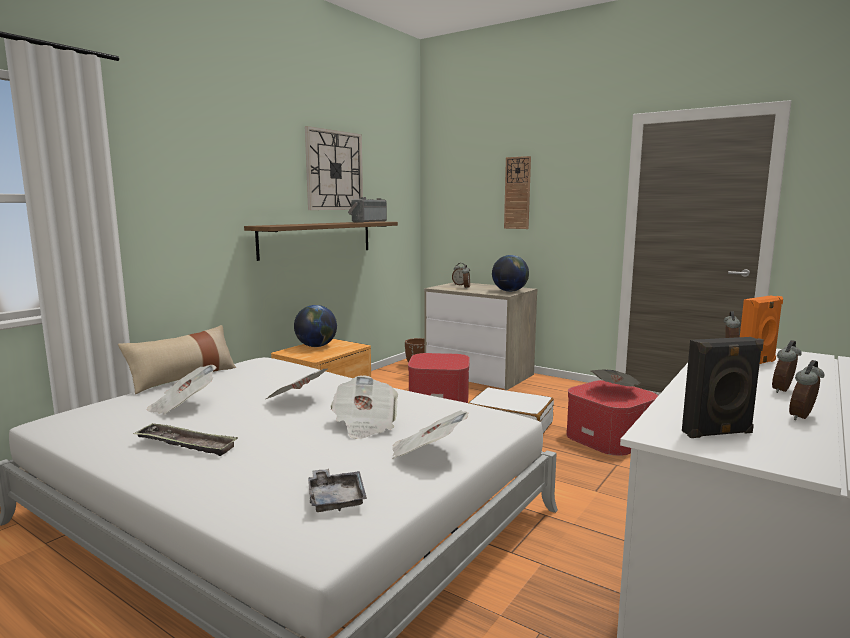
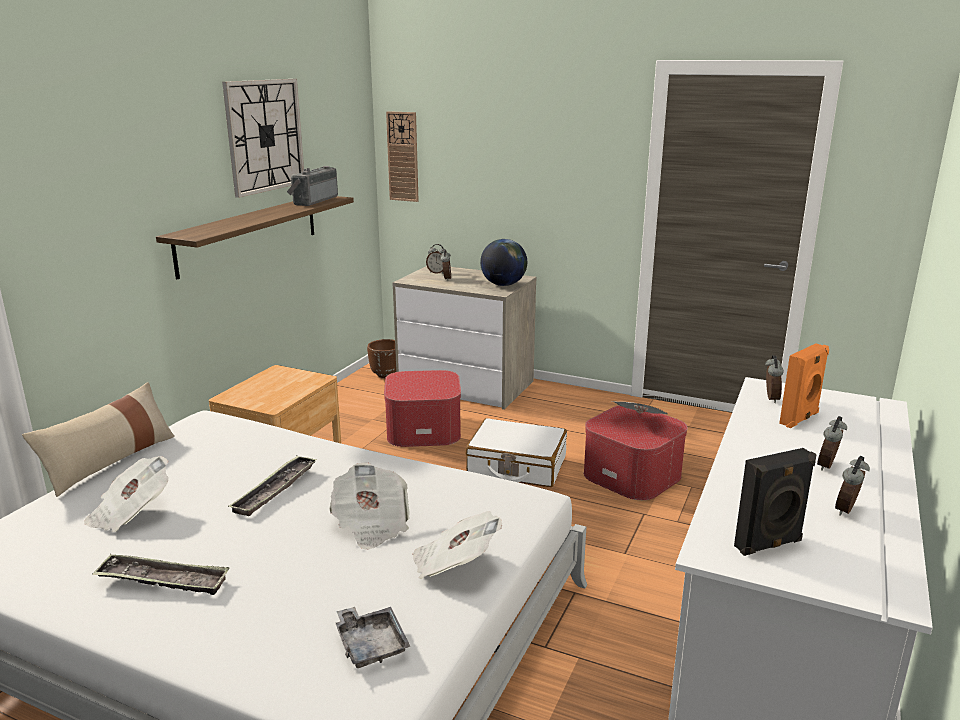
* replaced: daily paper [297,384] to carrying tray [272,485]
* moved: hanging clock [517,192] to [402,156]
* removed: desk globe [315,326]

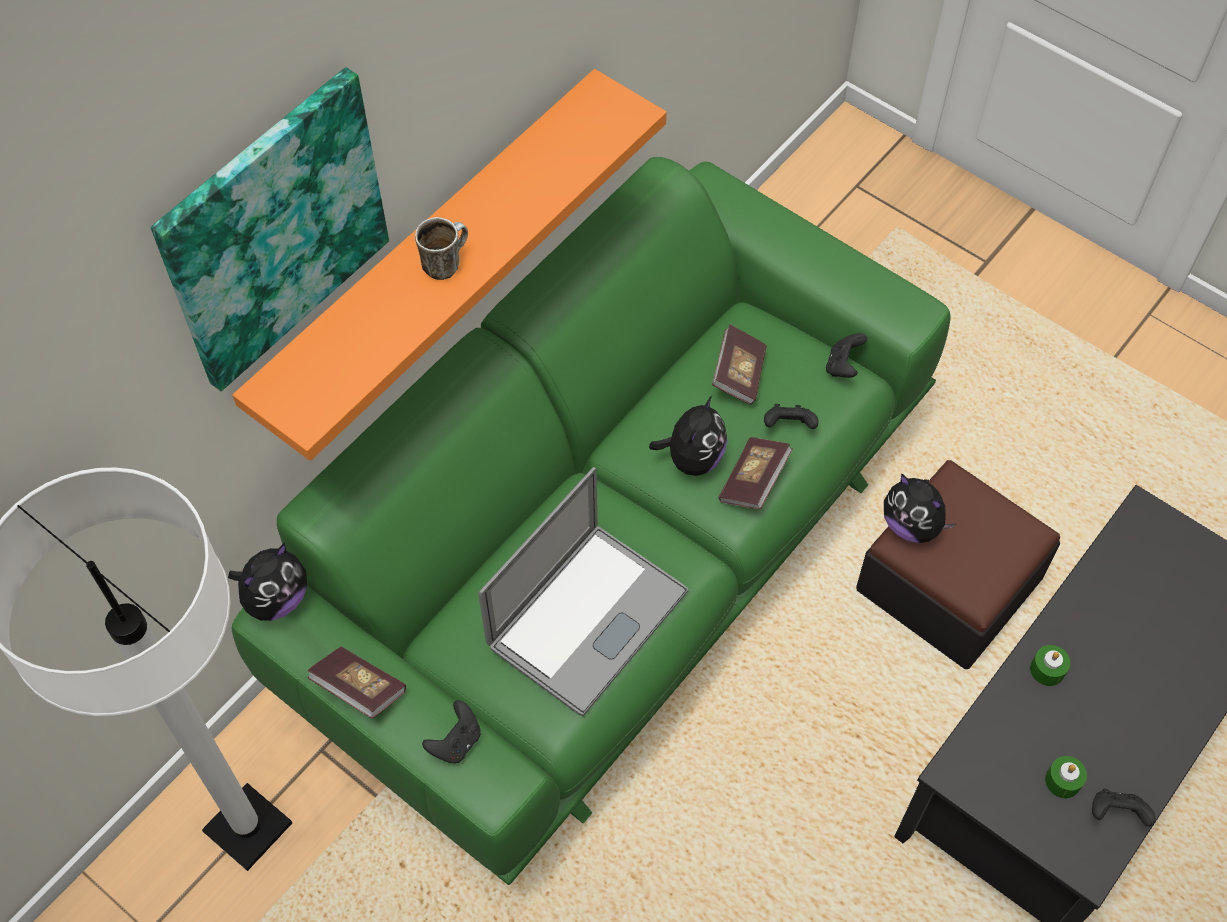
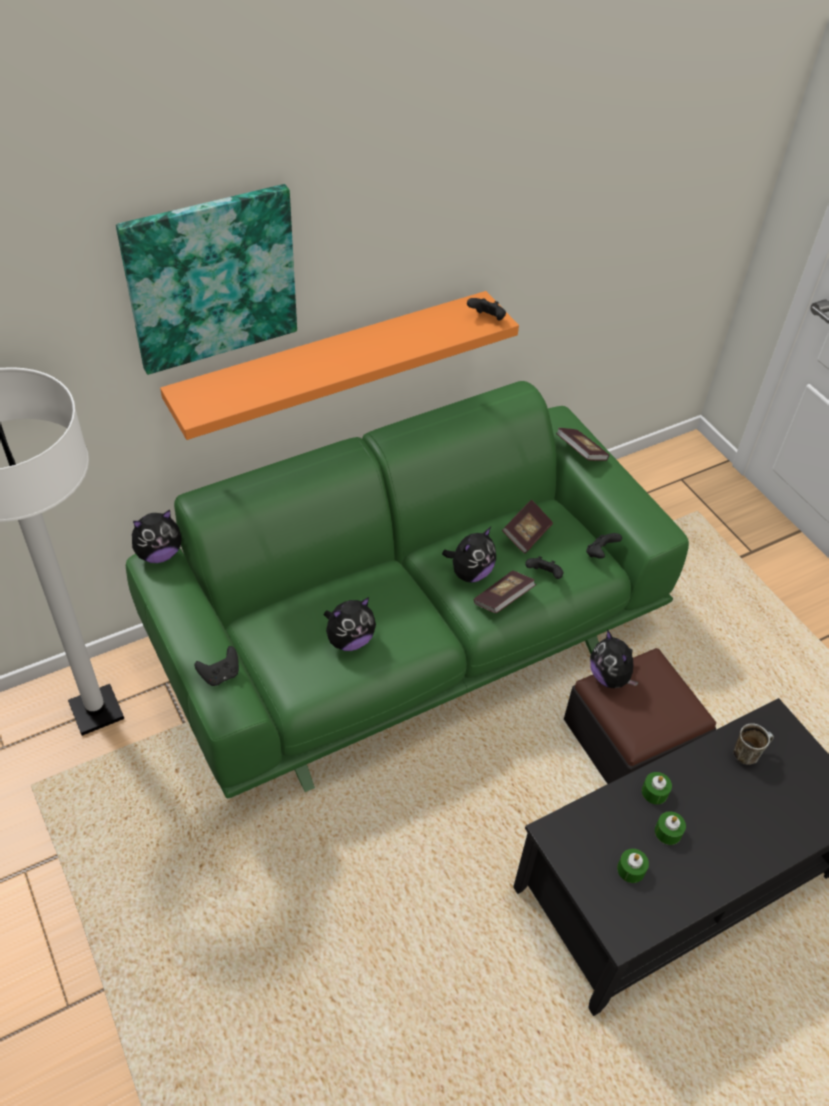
* replaced: notebook computer [583,591] to plush toy [350,624]
* moved: black joypad [1124,808] to [486,309]
* moved: book [356,683] to [582,444]
* added: greenish candle [670,828]
* moved: mug [441,248] to [753,744]

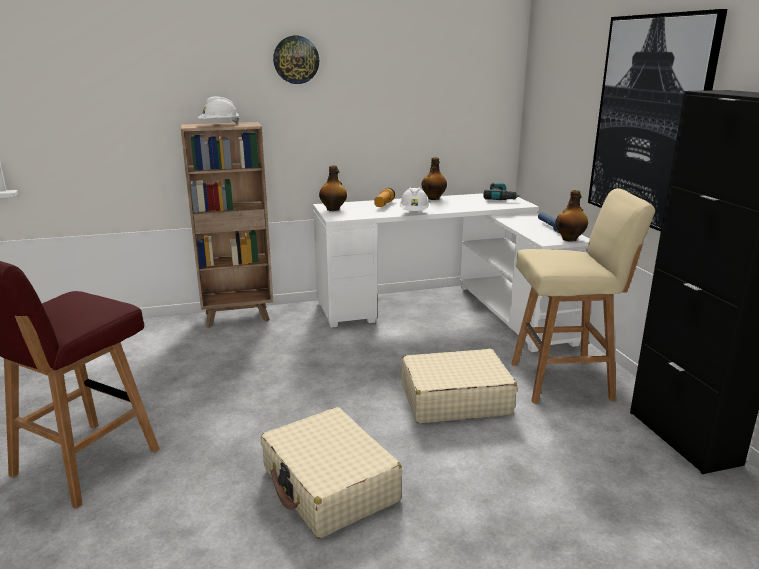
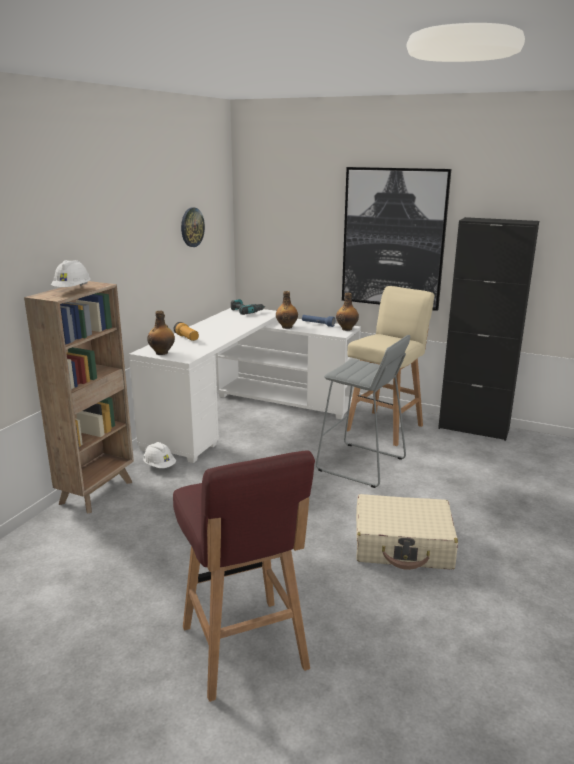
* moved: whitish work helmet [414,199] to [159,455]
* moved: hanging clock [296,60] to [193,227]
* moved: beverage bottle [434,178] to [287,310]
* replaced: beige-coloured travel case [459,386] to gray stool seat [363,411]

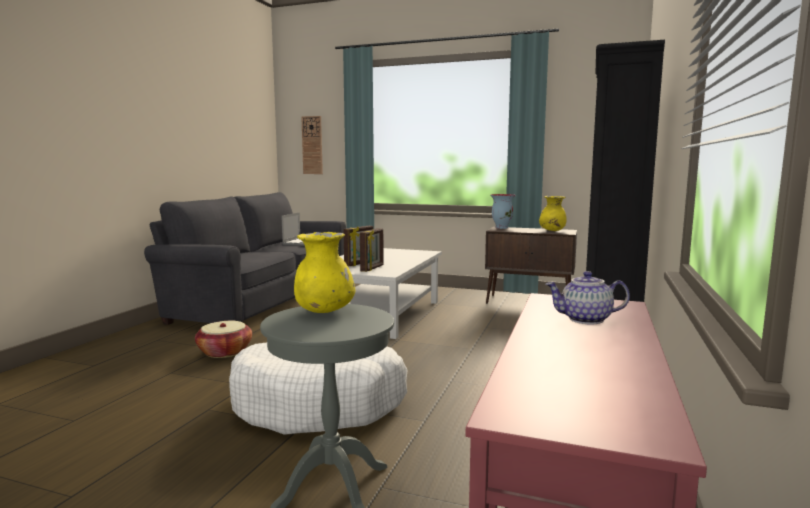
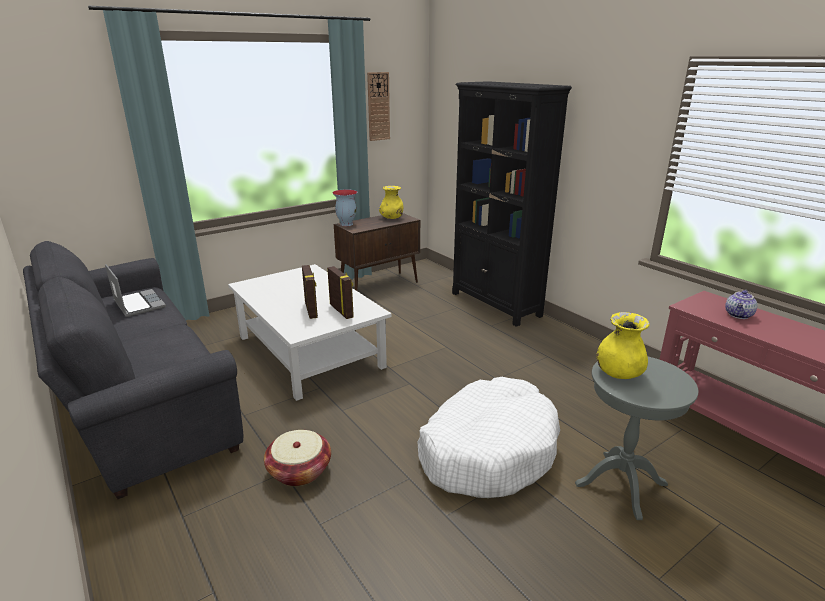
* moved: hanging clock [312,145] to [378,106]

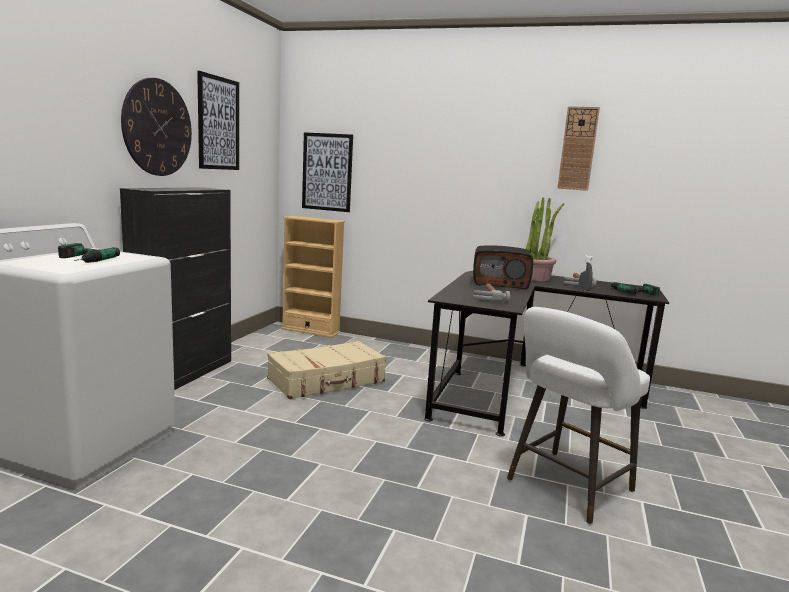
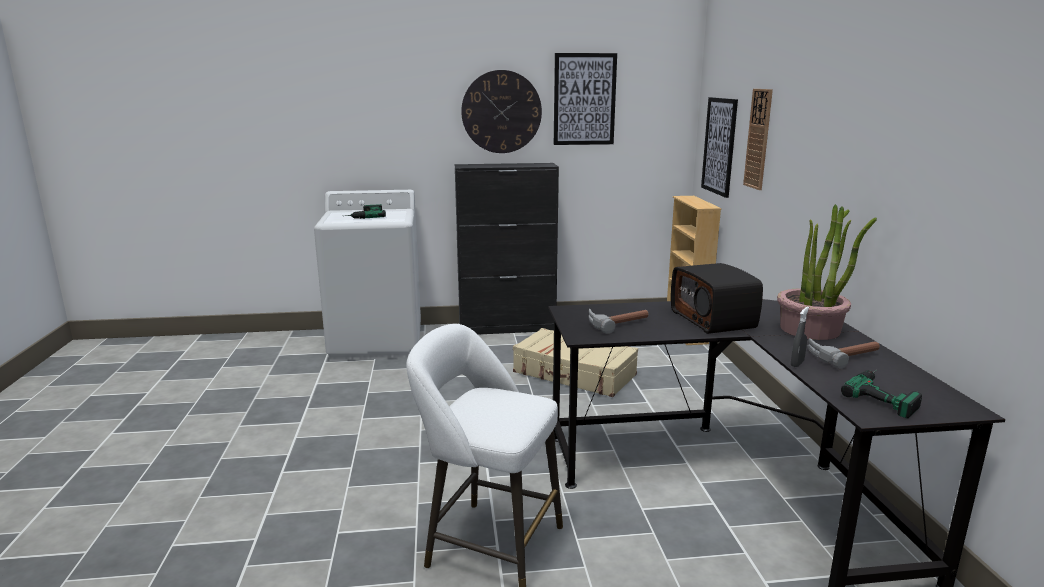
* moved: hanging clock [578,148] to [758,139]

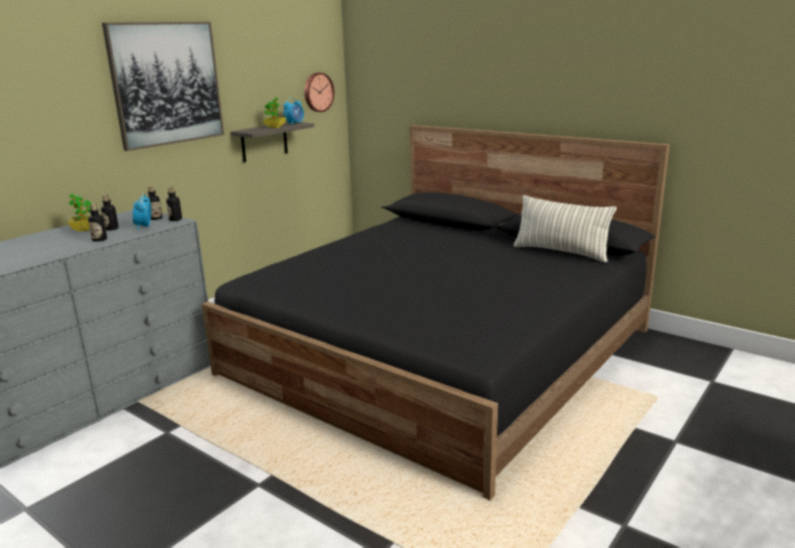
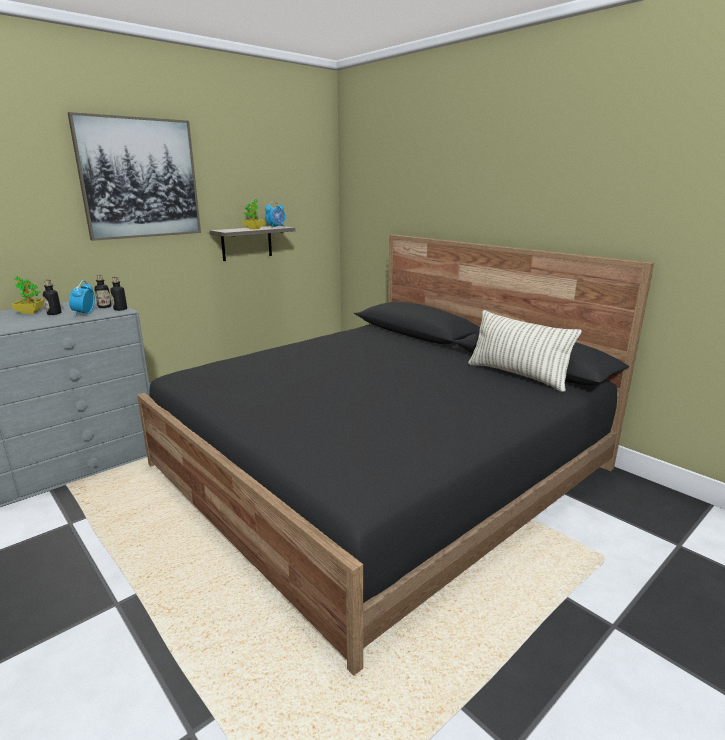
* removed: beverage bottle [97,223]
* removed: hanging clock [319,92]

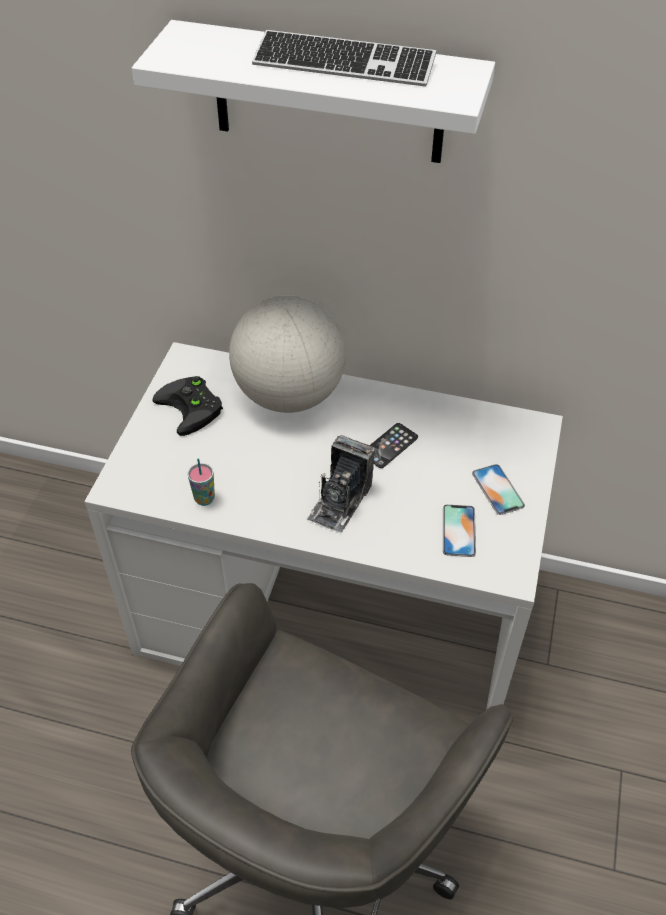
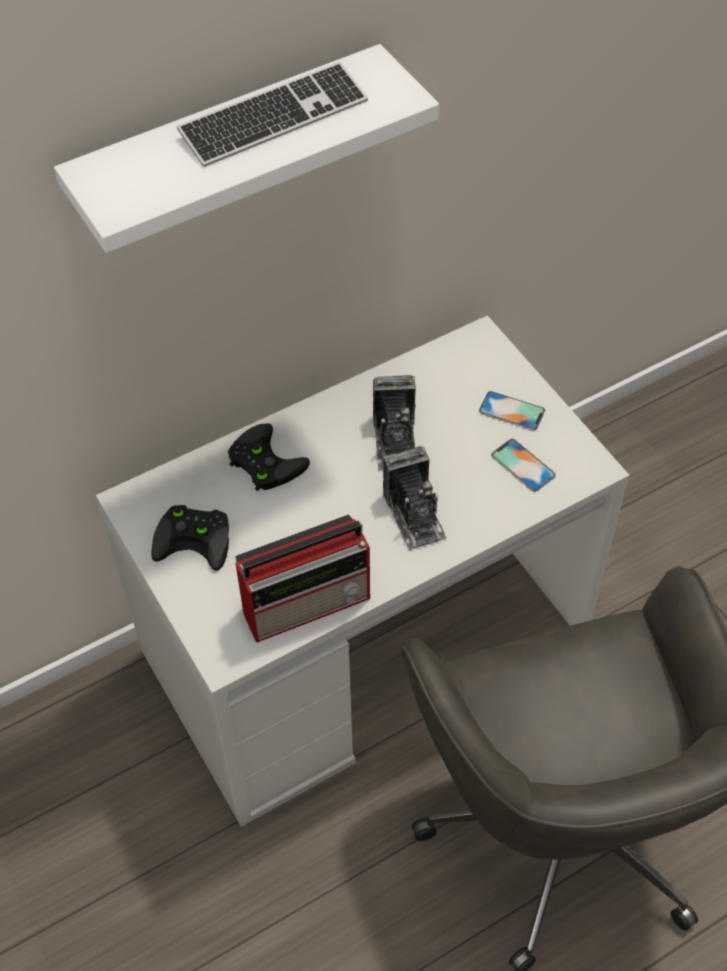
* replaced: desk globe [287,354] to black joypad [269,457]
* replaced: drinking cup [201,482] to radio set [302,578]
* replaced: telephone [393,445] to photo camera [394,422]

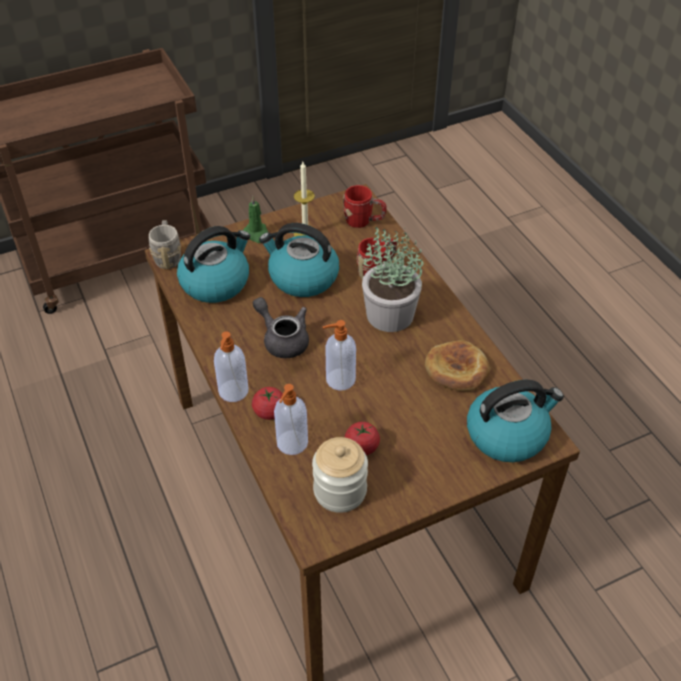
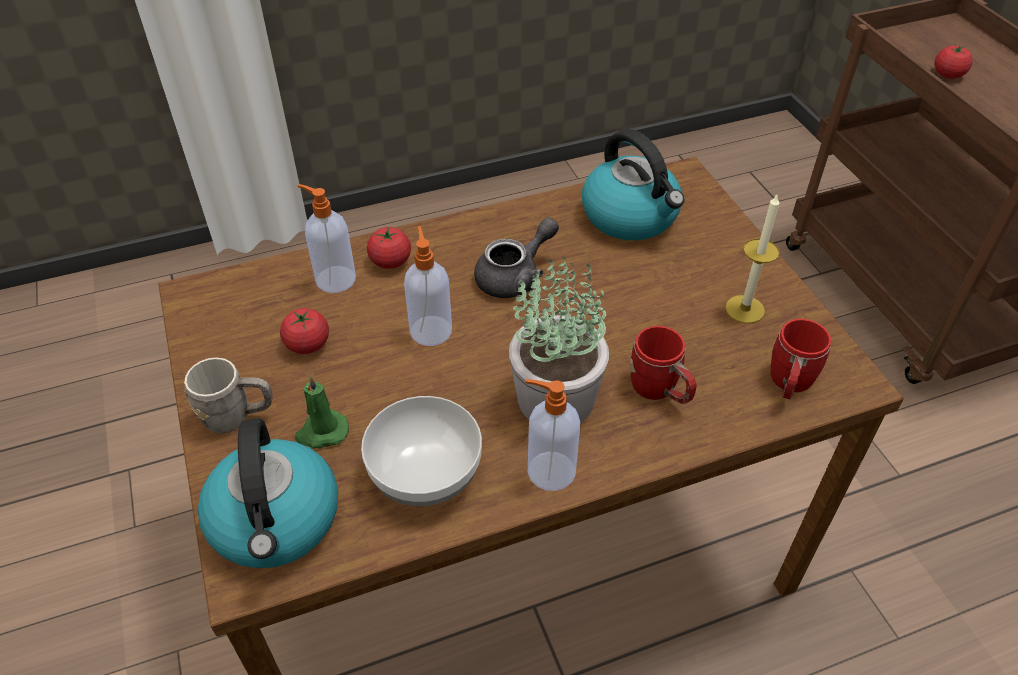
* moved: gray mug [165,244] to [228,395]
* moved: greenish candle [255,219] to [322,411]
* replaced: bread [457,365] to bowl [421,451]
* moved: liquid soap bottle [231,366] to [552,435]
* added: whole tomato [954,61]
* removed: tea kettle [299,260]
* removed: storage jar [340,475]

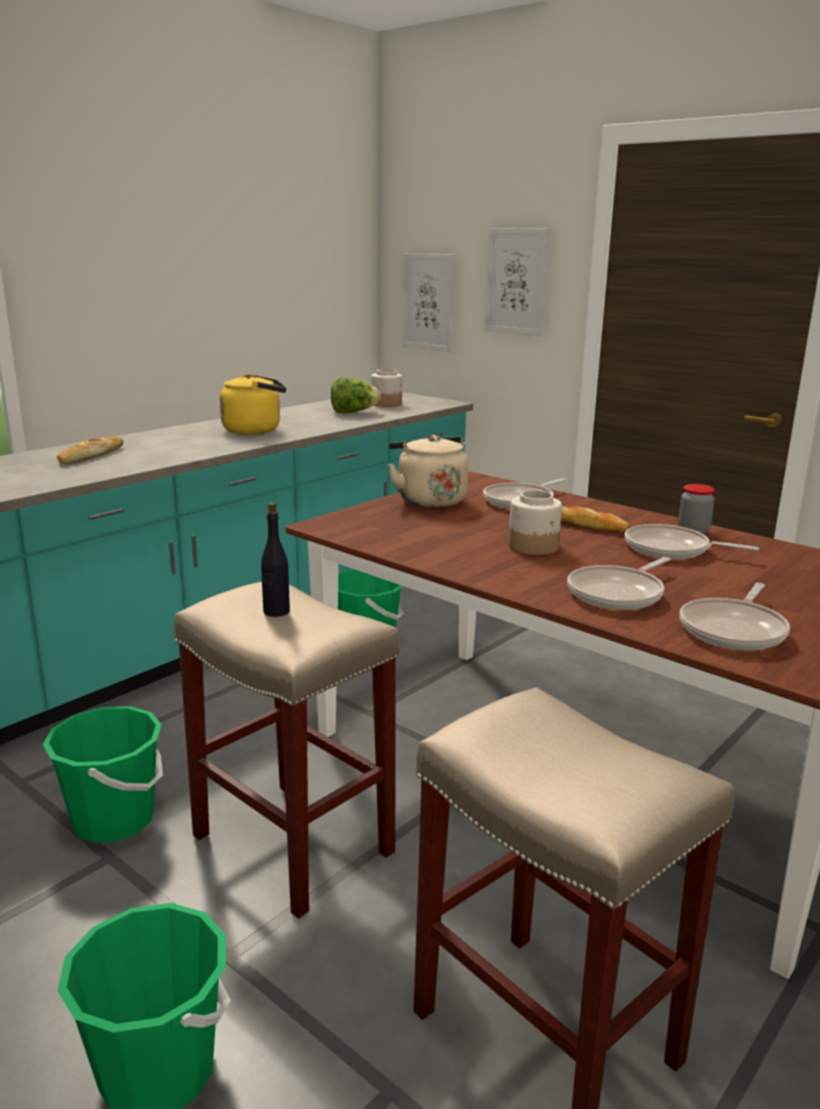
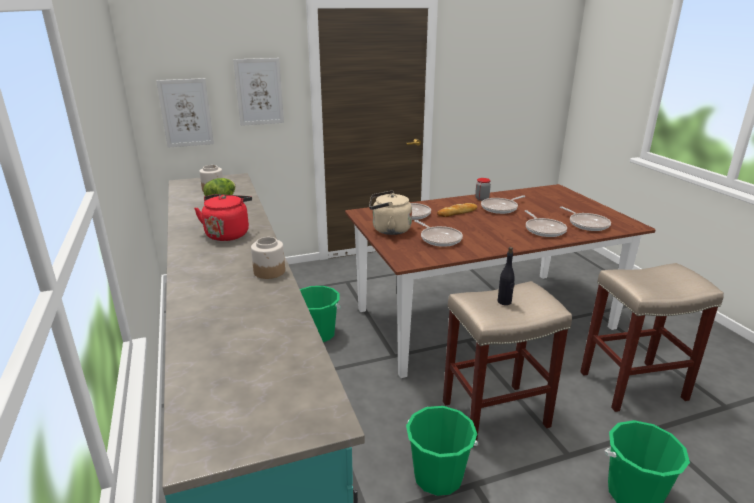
* recoloured: yellow tea kettle [253,404] to reddish tea kettle [223,217]
* moved: storage jar [535,522] to [268,258]
* added: frying pan [438,233]
* removed: bread [90,450]

